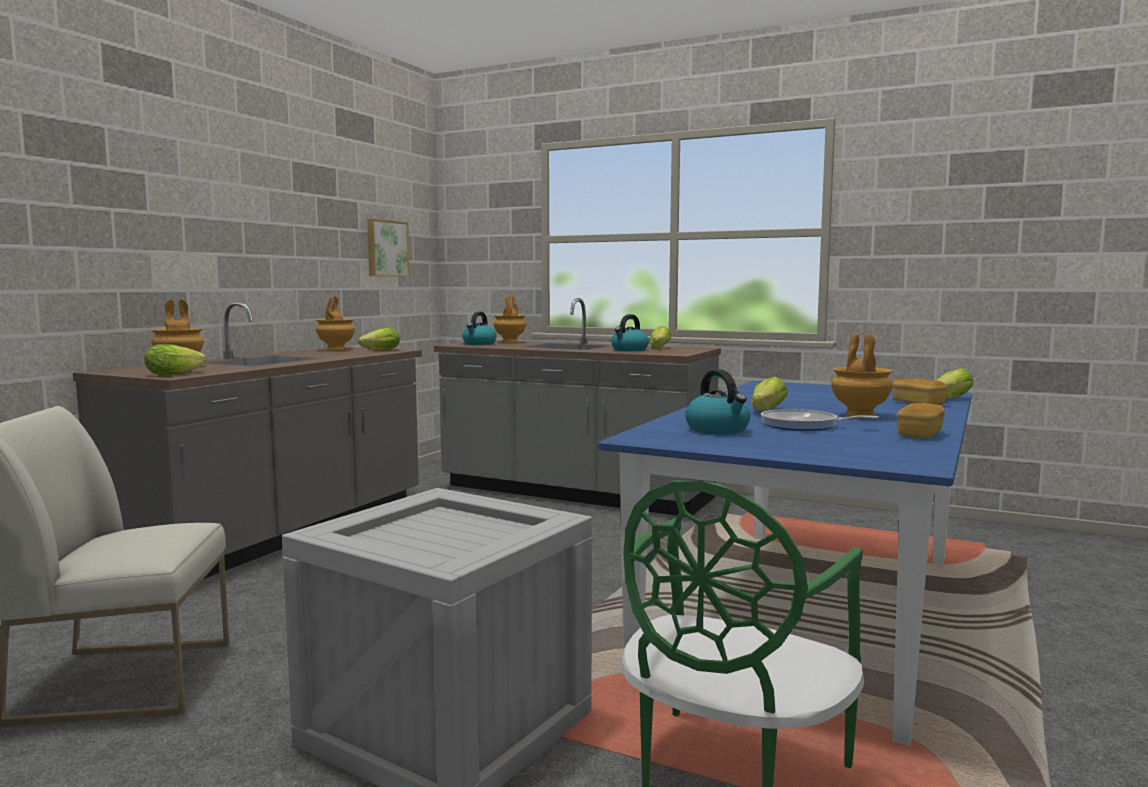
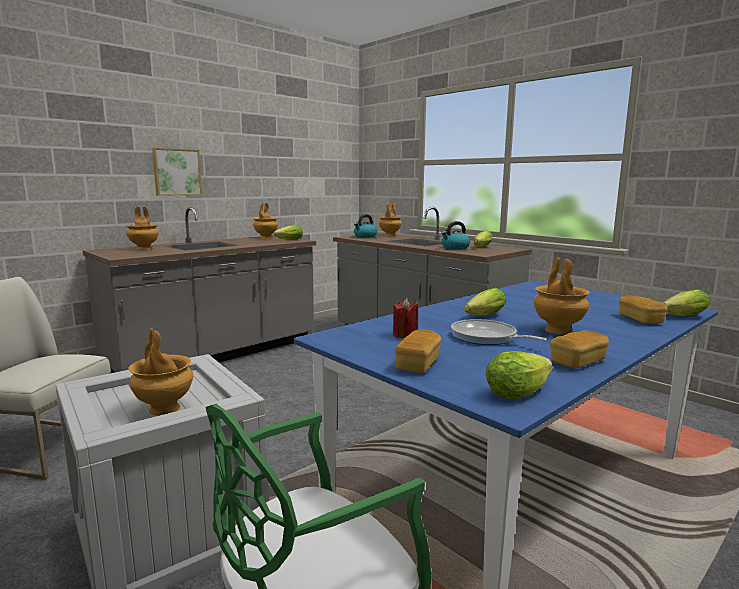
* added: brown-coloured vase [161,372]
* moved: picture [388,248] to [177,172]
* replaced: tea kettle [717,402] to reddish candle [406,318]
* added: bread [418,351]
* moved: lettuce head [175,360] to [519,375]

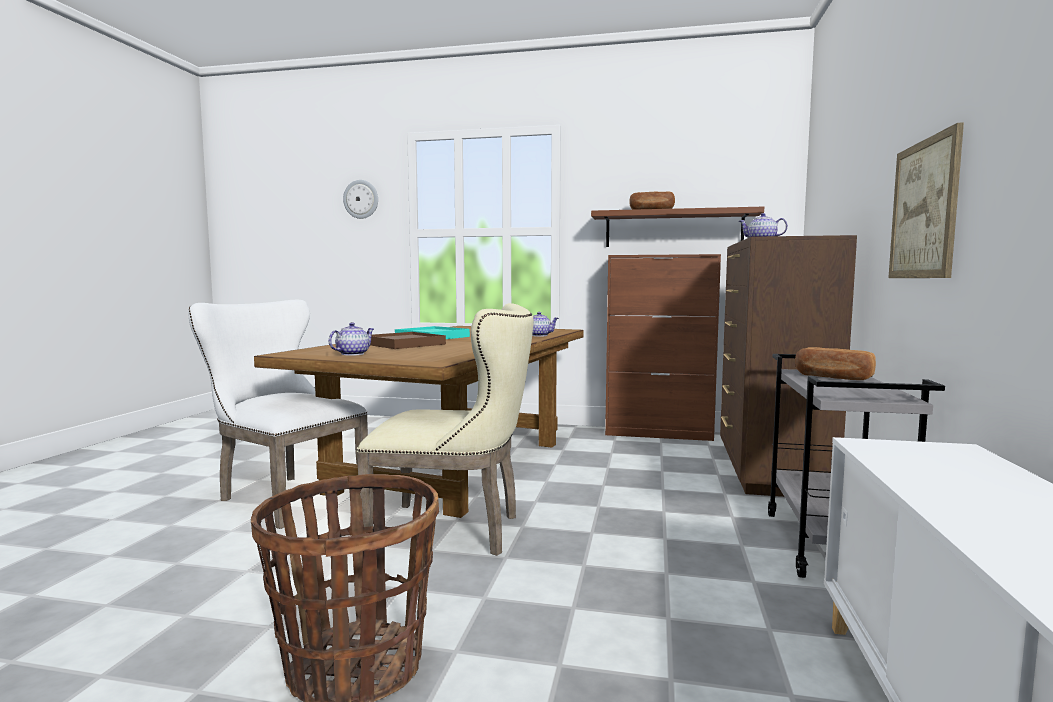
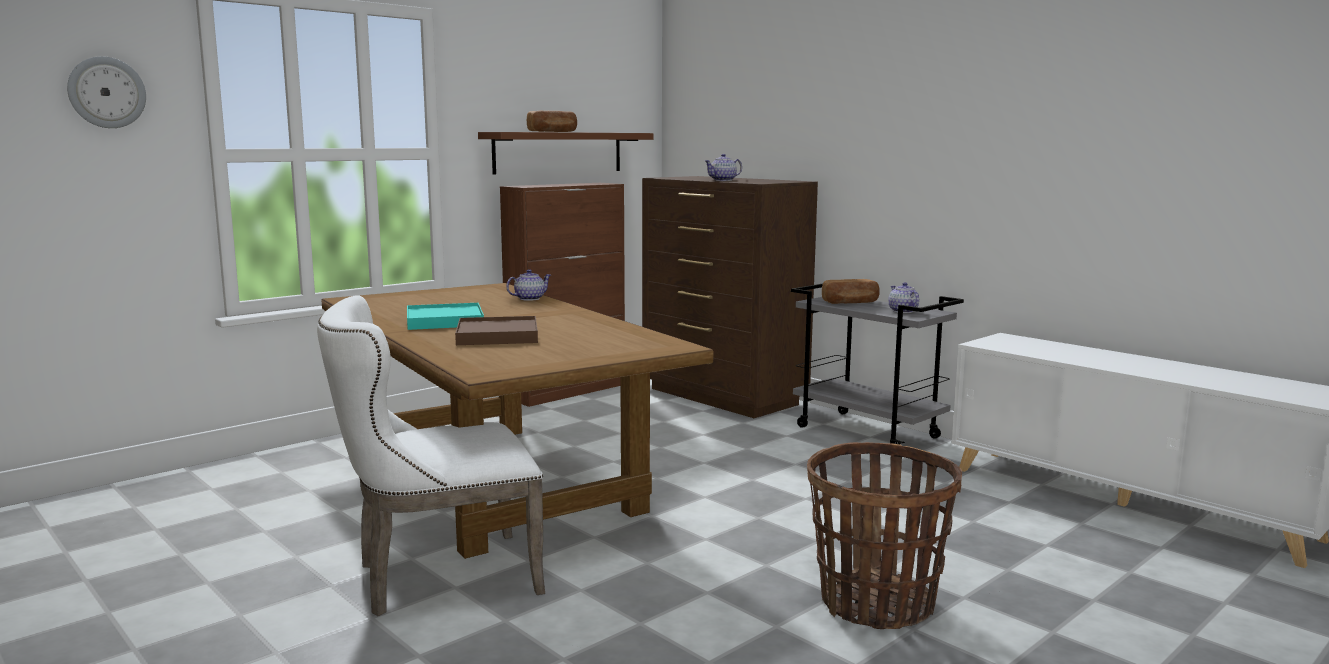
* moved: teapot [351,339] to [903,297]
* removed: beige-coloured upright chair [445,429]
* removed: picture [926,200]

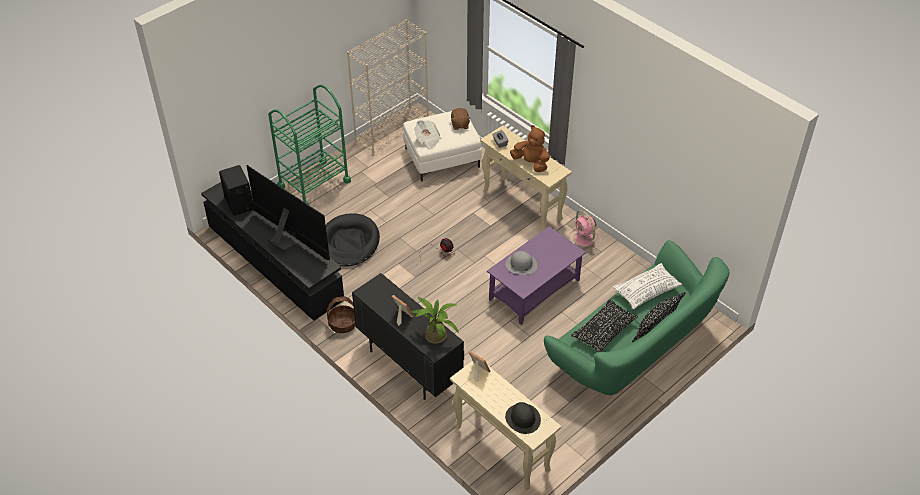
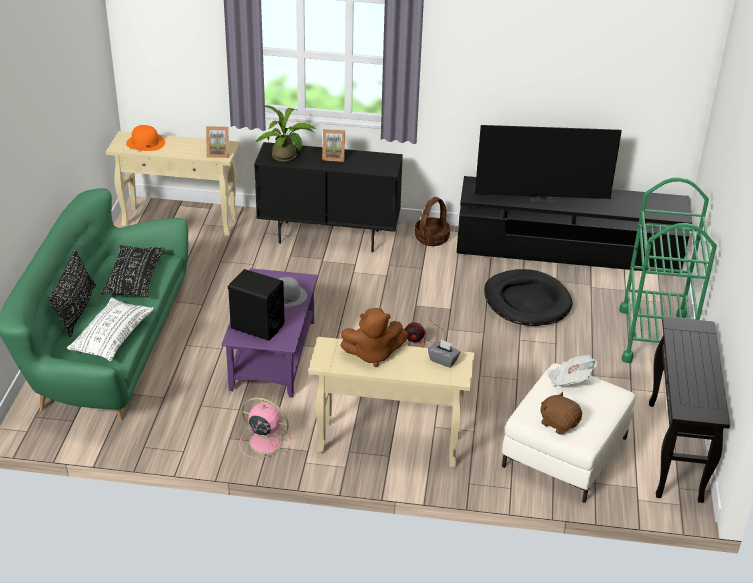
* recoloured: black wearable hat [523,418] to orange wearable hat [145,138]
* moved: black loudspeaker [236,190] to [256,305]
* replaced: beige-coloured bookshelf [387,88] to black hall table [689,410]

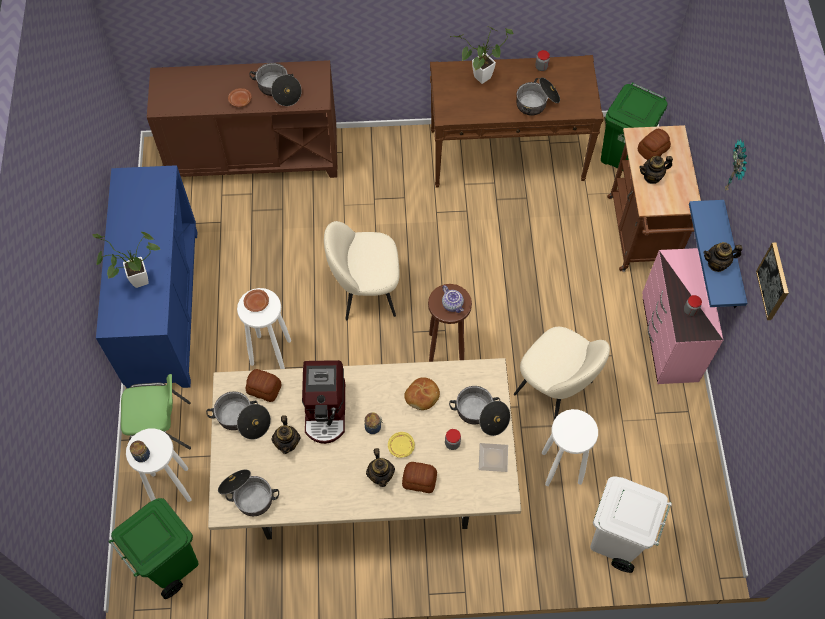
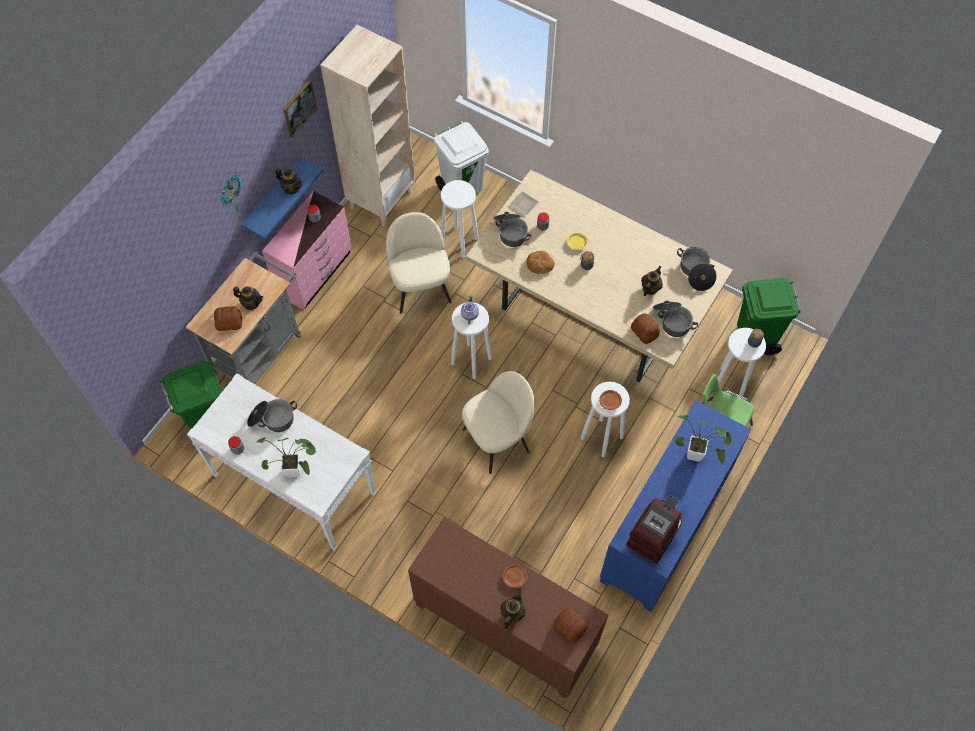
* recoloured: brown-coloured wheeled cart [654,198] to gray wheeled cart [243,317]
* recoloured: brown-coloured hall table [517,121] to whitish hall table [281,462]
* added: beige-coloured bookshelf [368,126]
* recoloured: brown-coloured stool seat [450,323] to whitish stool seat [471,340]
* turned: beige-coloured upright chair [362,270] = [498,422] 60 degrees counterclockwise
* moved: teapot [380,467] to [513,609]
* moved: bread [419,477] to [571,625]
* moved: coffee machine [323,402] to [654,529]
* removed: stockpot [275,84]

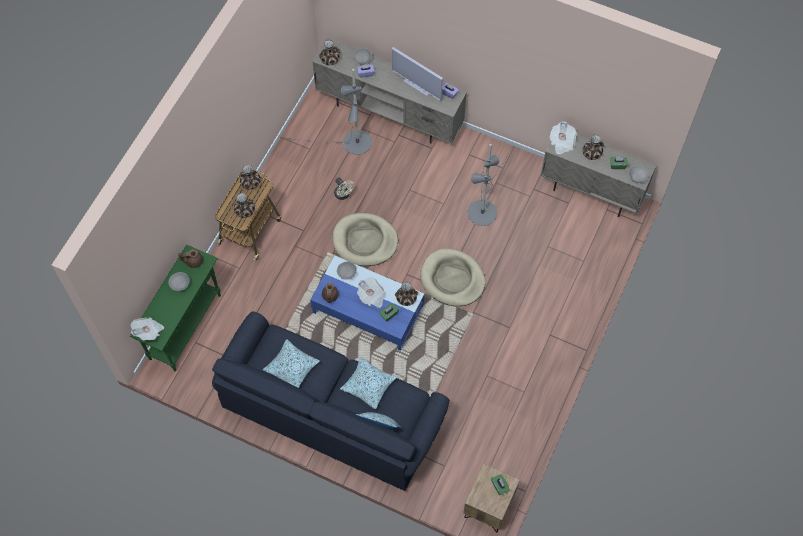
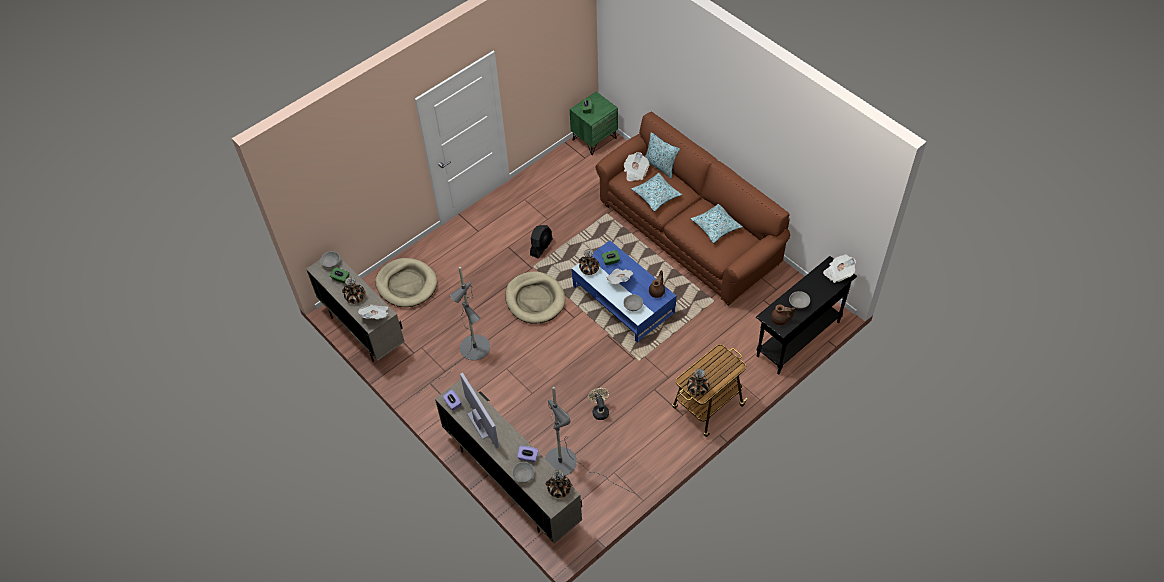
* moved: beige-coloured dog bed [365,239] to [406,282]
* added: black fan [541,241]
* recoloured: brown-coloured night table [491,497] to greenish night table [594,123]
* recoloured: bluish sofa [331,401] to brown-coloured sofa [693,209]
* added: daily paper [636,166]
* recoloured: greenish hall table [175,308] to black hall table [806,315]
* removed: vase [244,205]

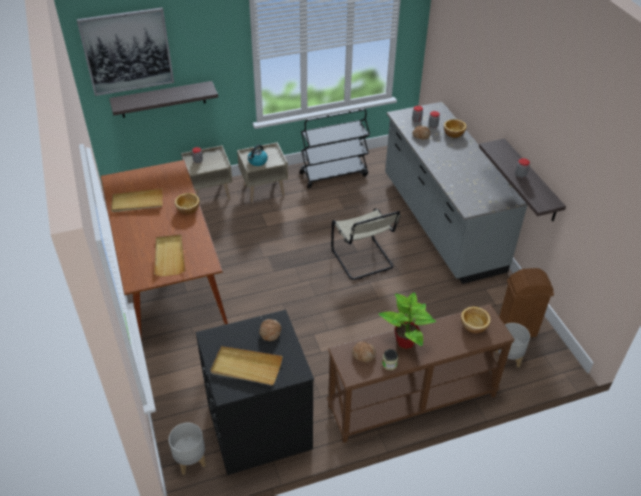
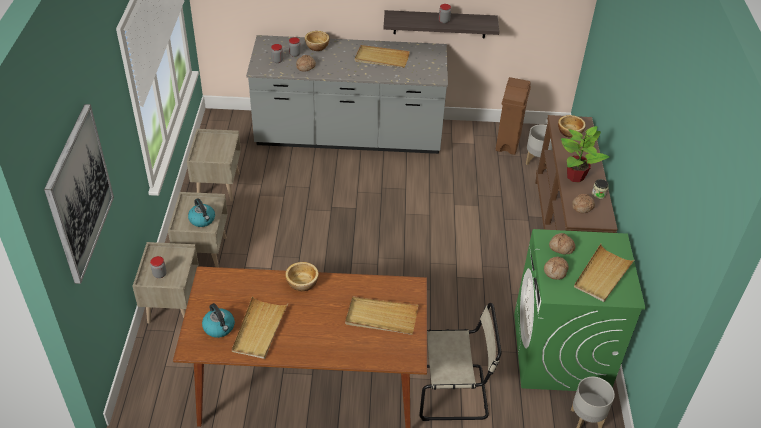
* replaced: black wheeled cart [334,148] to beige-coloured night table [214,165]
* added: tea kettle [218,320]
* added: beige-coloured carrying tray [382,56]
* moved: beige-coloured upright chair [366,244] to [460,362]
* recoloured: black laundry machine [255,392] to greenish laundry machine [580,310]
* added: bread [556,268]
* removed: wall shelf [163,99]

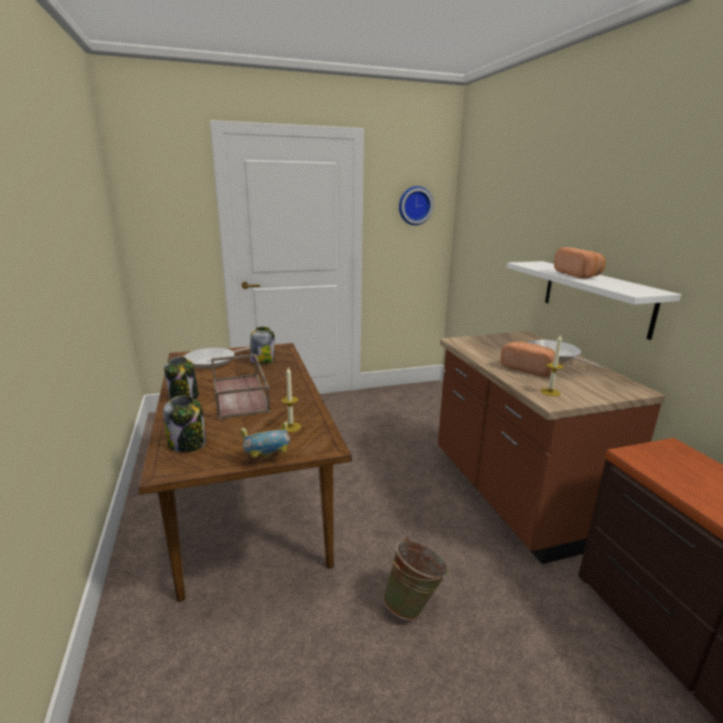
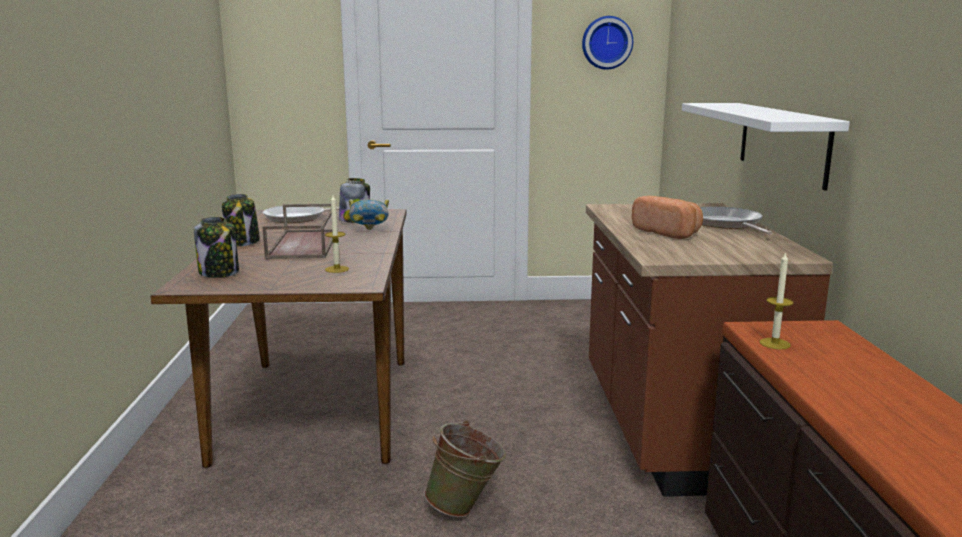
* moved: bowl [265,439] to [369,214]
* moved: candle [552,365] to [776,300]
* removed: bread [580,263]

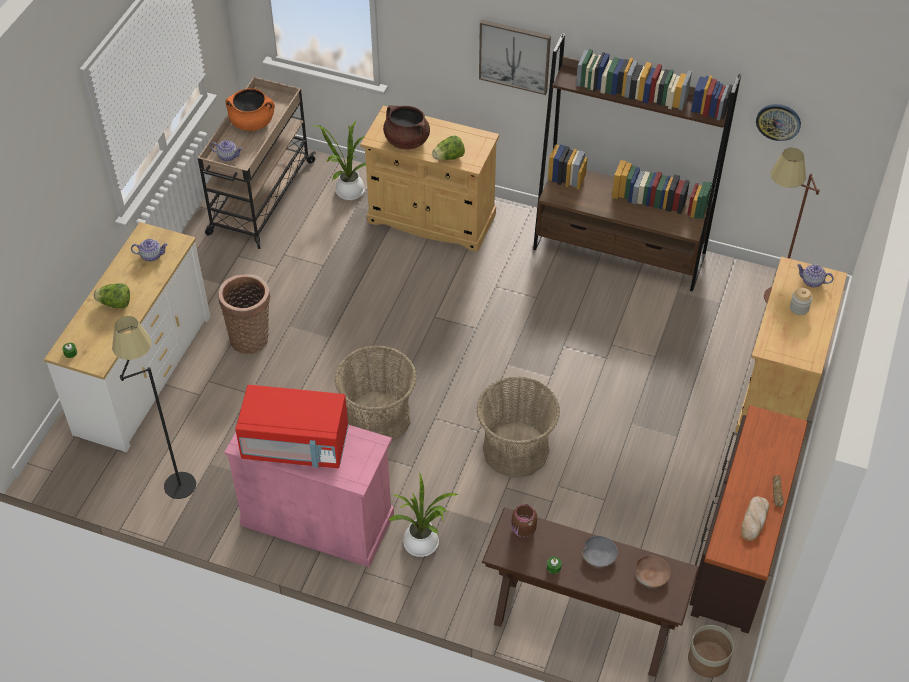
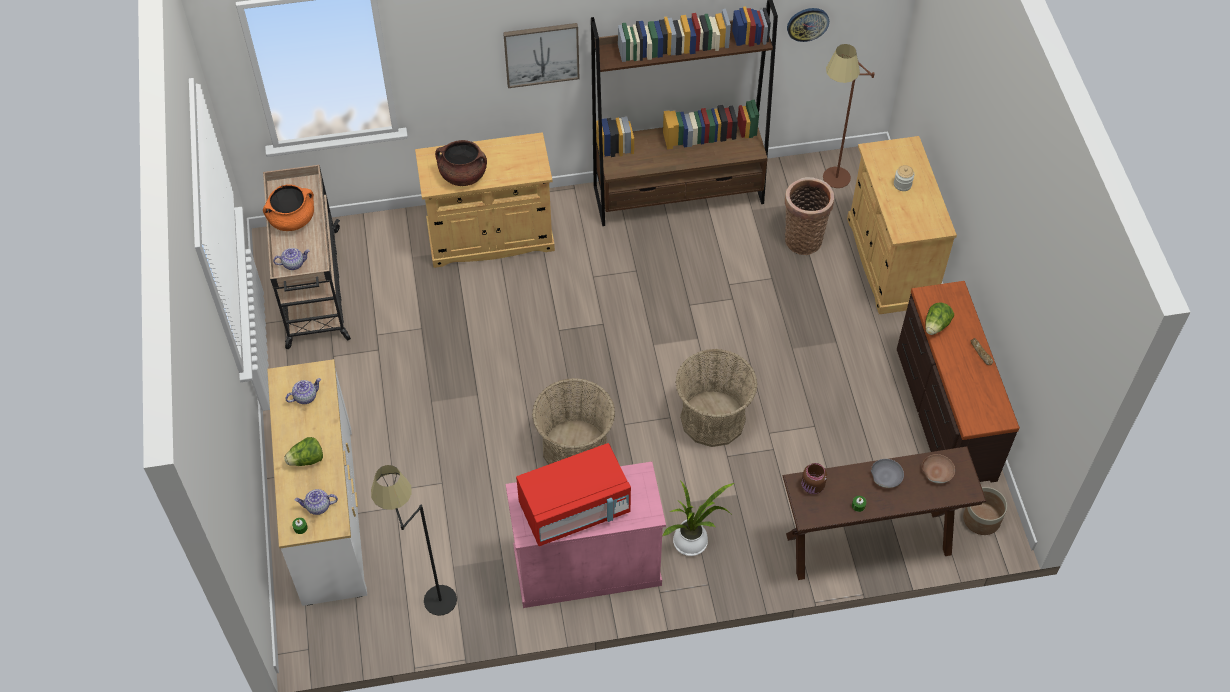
* moved: teapot [815,275] to [316,502]
* moved: basket [244,314] to [809,216]
* moved: lettuce head [448,148] to [939,319]
* removed: potted plant [340,160]
* removed: bread [755,518]

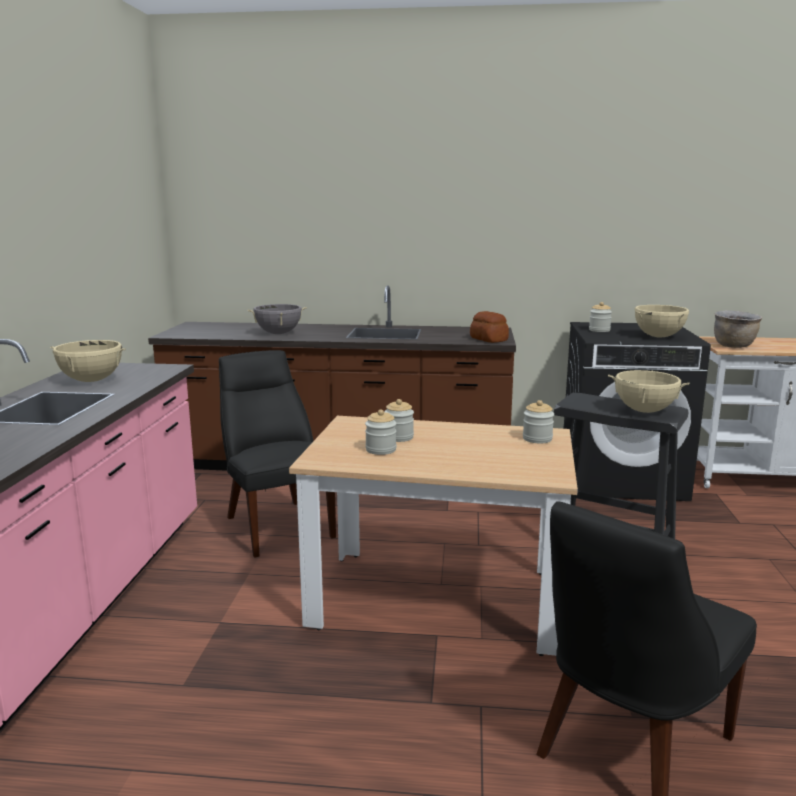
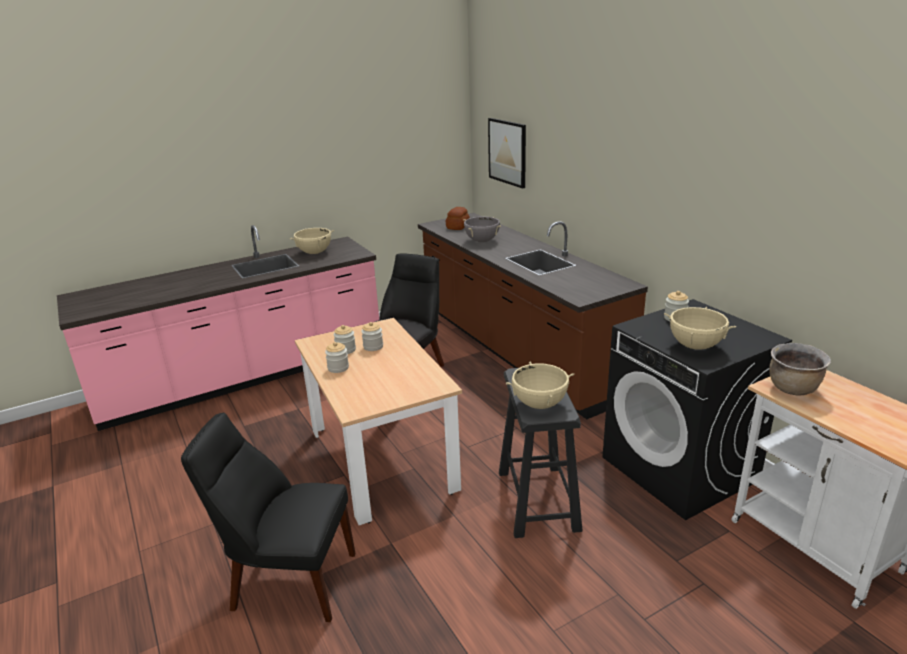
* moved: storage jar [538,421] to [337,357]
* moved: bread [489,327] to [458,218]
* added: picture [507,153]

